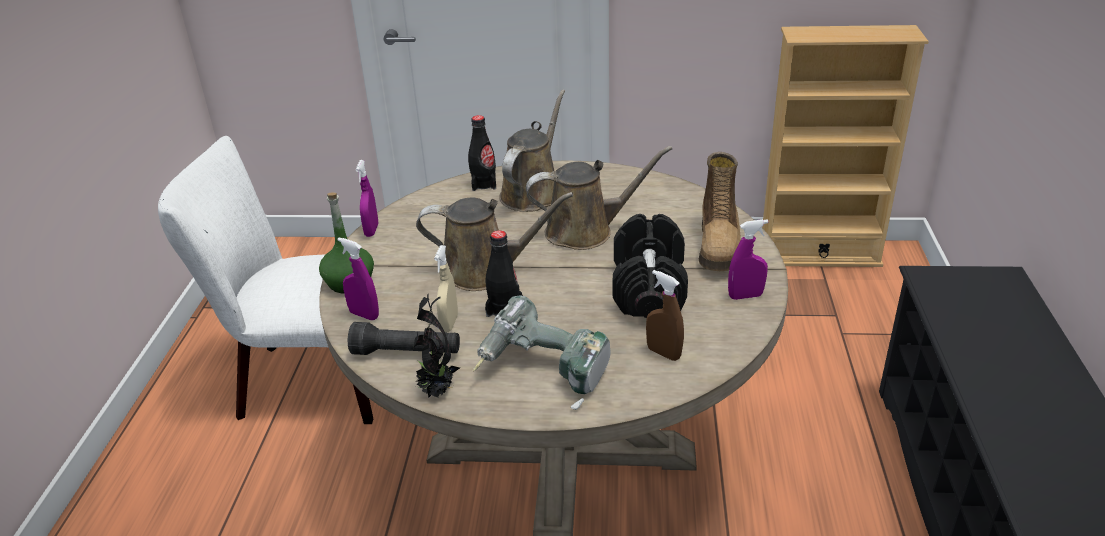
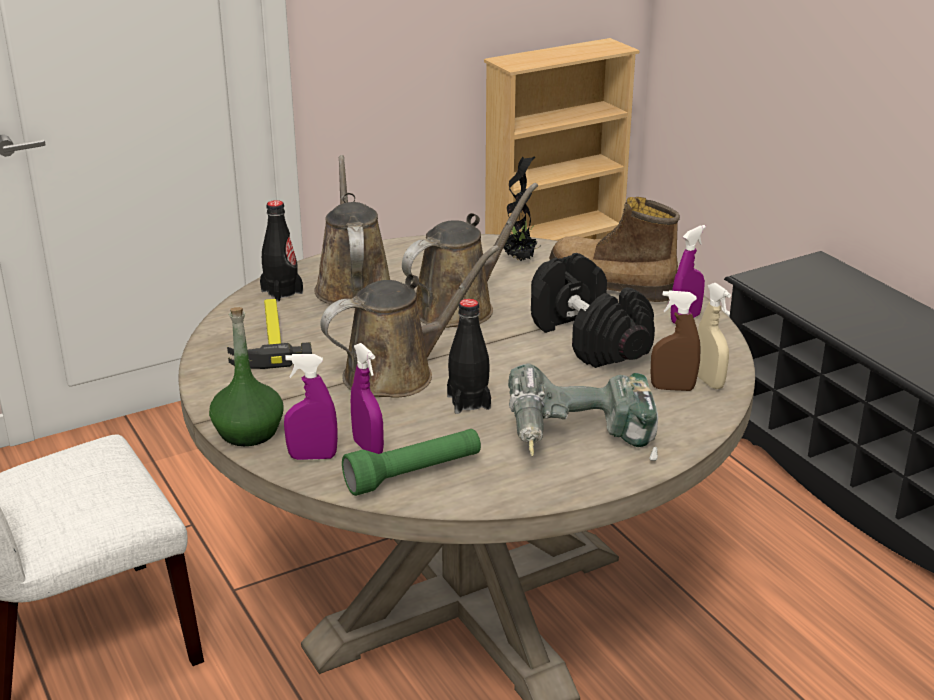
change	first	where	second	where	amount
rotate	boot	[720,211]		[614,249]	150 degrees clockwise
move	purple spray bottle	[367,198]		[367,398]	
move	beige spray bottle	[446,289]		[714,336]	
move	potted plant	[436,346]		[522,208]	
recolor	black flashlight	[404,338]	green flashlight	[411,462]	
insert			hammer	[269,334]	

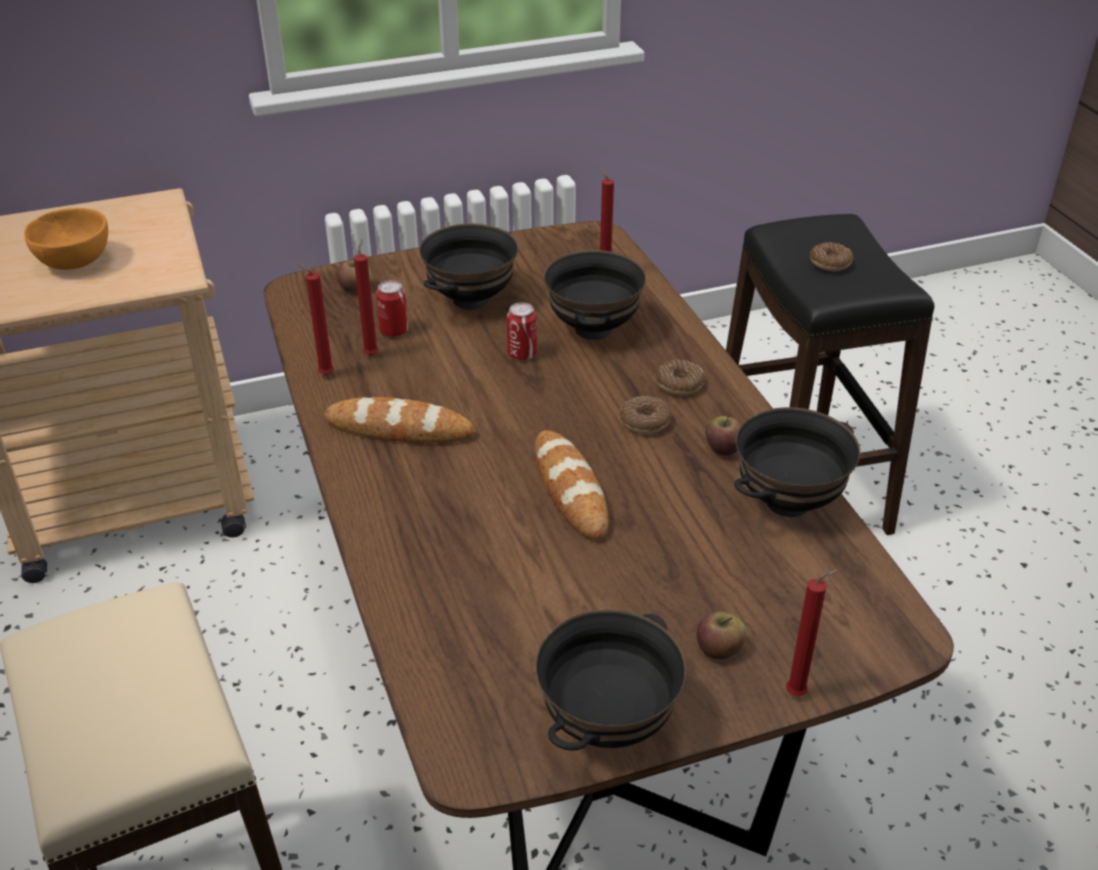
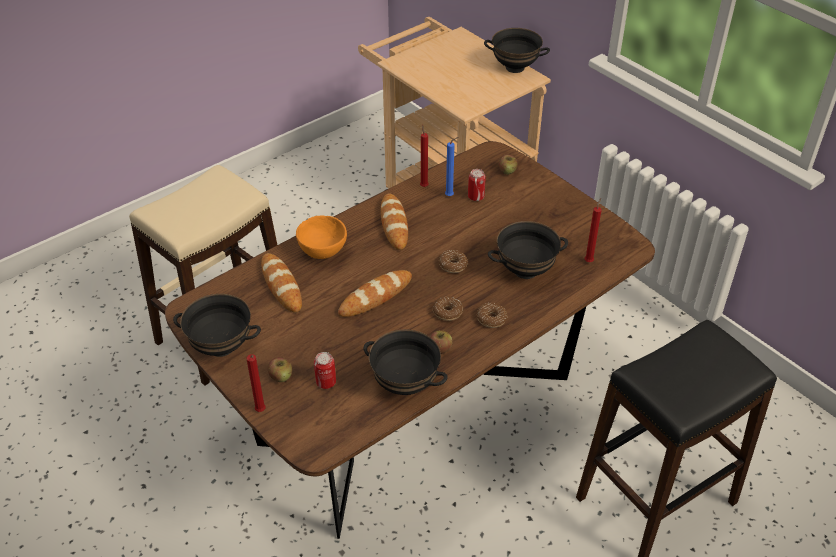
change	first	where	second	where	amount
move	orange bowl	[66,239]		[321,237]	
move	black bowl	[468,266]		[517,50]	
recolor	red candle	[366,297]	blue candle	[451,166]	
move	donut	[831,256]		[453,261]	
move	can	[522,331]		[325,370]	
insert			bread	[281,283]	

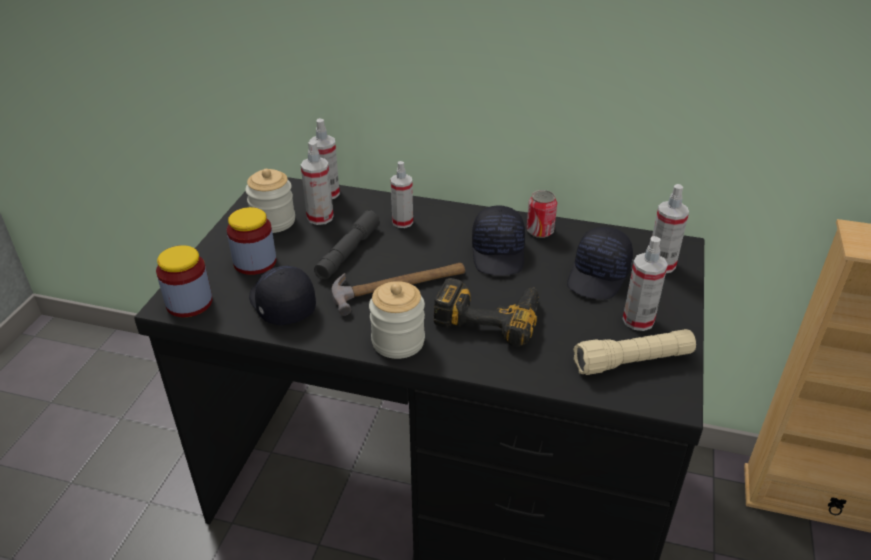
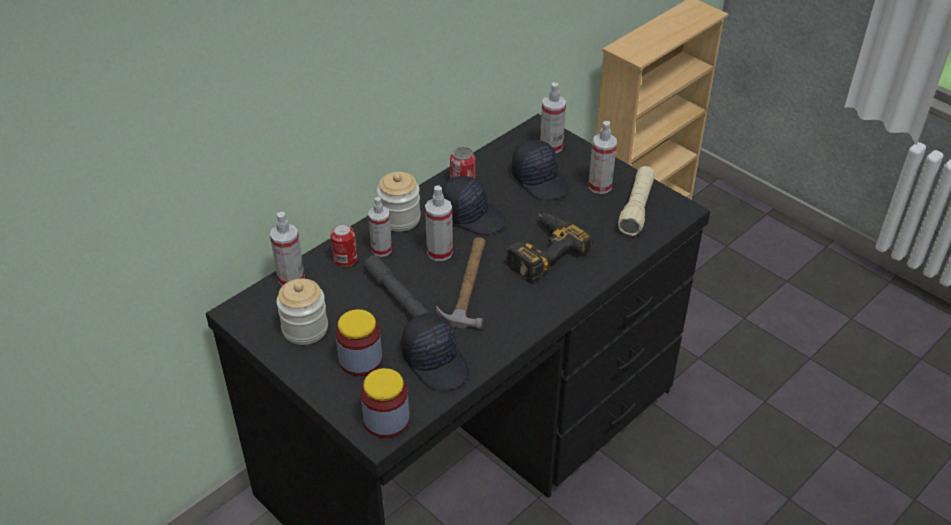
change	first	where	second	where	amount
move	spray bottle	[317,182]		[439,223]	
rotate	black cap	[282,295]		[435,351]	120 degrees counterclockwise
move	jar	[397,320]		[399,202]	
insert			can	[343,245]	

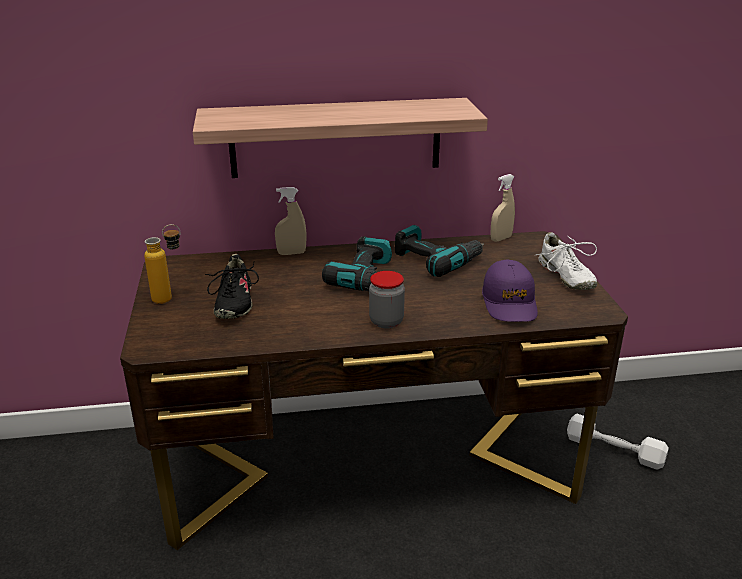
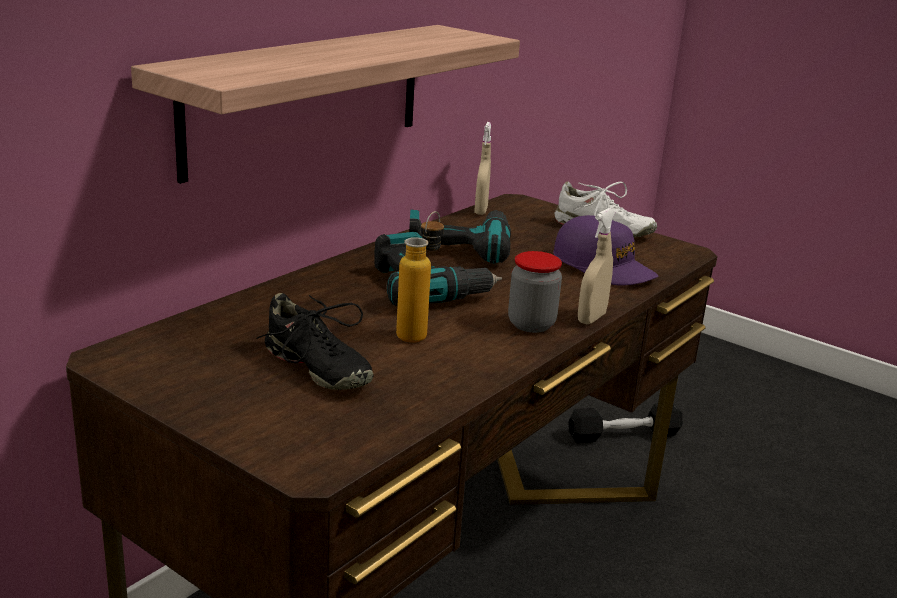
change	first	where	second	where	amount
move	beige spray bottle	[291,221]		[596,266]	
move	bottle	[162,264]		[420,277]	
recolor	white dumbbell	[618,442]	black dumbbell	[625,423]	

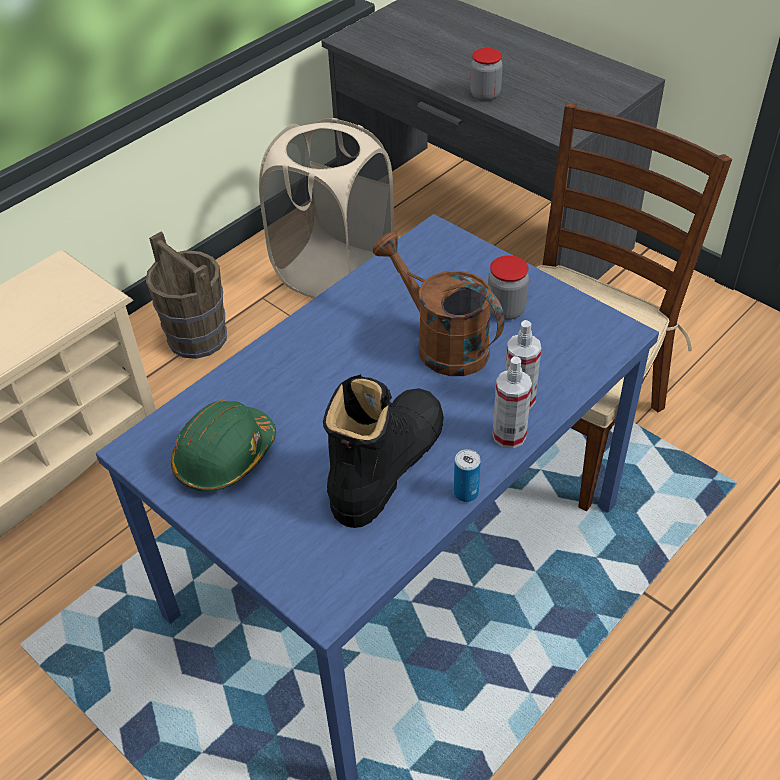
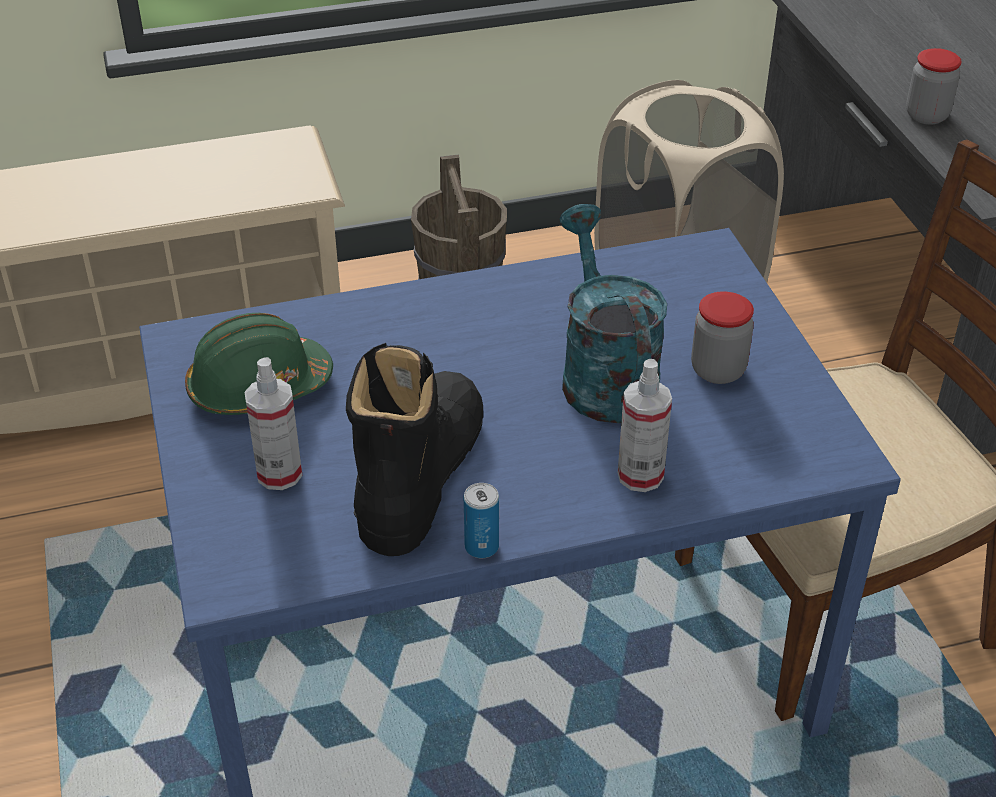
change	first	where	second	where	amount
recolor	brown watering can	[438,304]	turquoise watering can	[613,313]	
move	spray bottle	[512,402]		[273,423]	
rotate	black boot	[383,451]		[414,449]	45 degrees counterclockwise

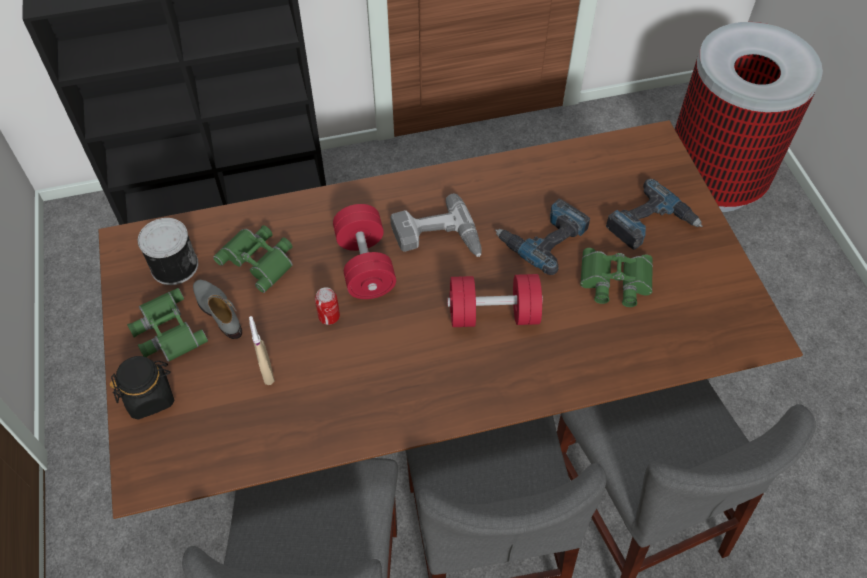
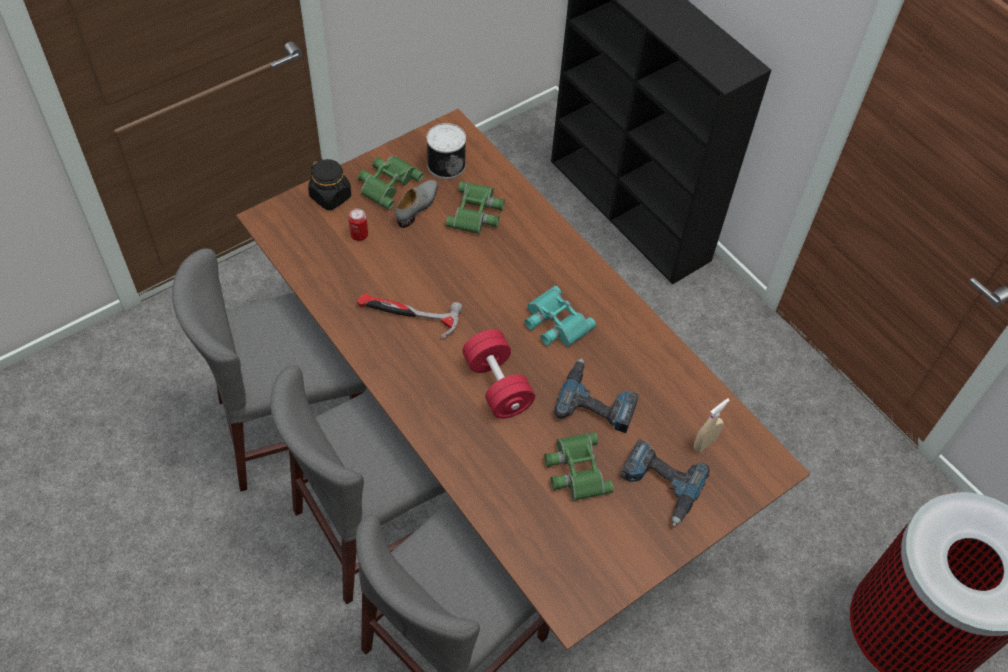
change	first	where	second	where	amount
replace	power drill	[436,225]	turquoise binoculars	[560,316]	
delete	red dumbbell	[364,251]			
move	can	[327,306]		[358,224]	
move	beige spray bottle	[262,350]		[712,425]	
insert			hammer	[410,316]	

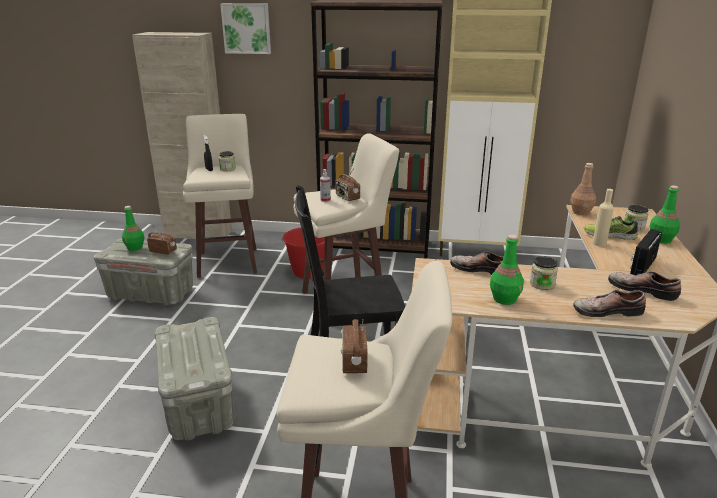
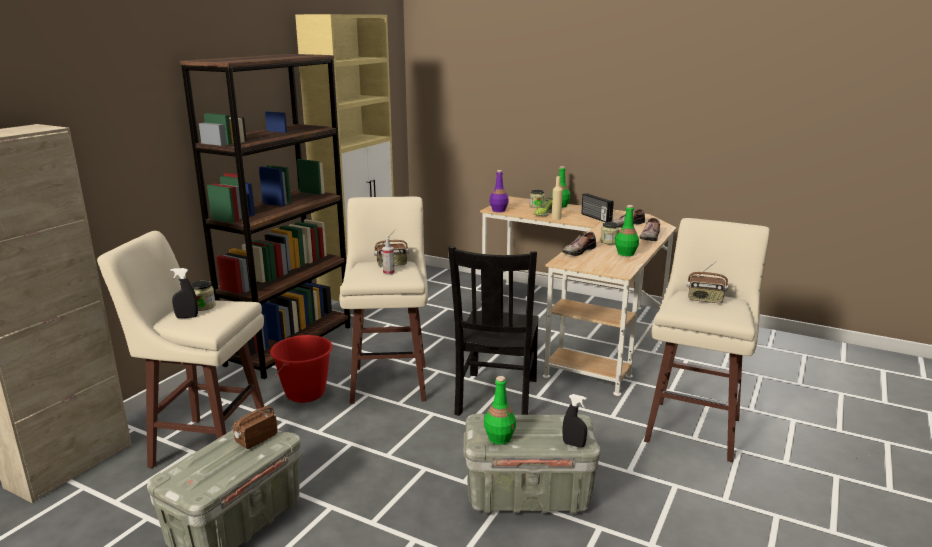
change	first	where	second	where	amount
delete	picture	[245,28]			
recolor	brown bottle	[583,189]	purple bottle	[499,191]	
move	green bottle	[133,228]		[500,410]	
insert			black spray bottle	[575,421]	

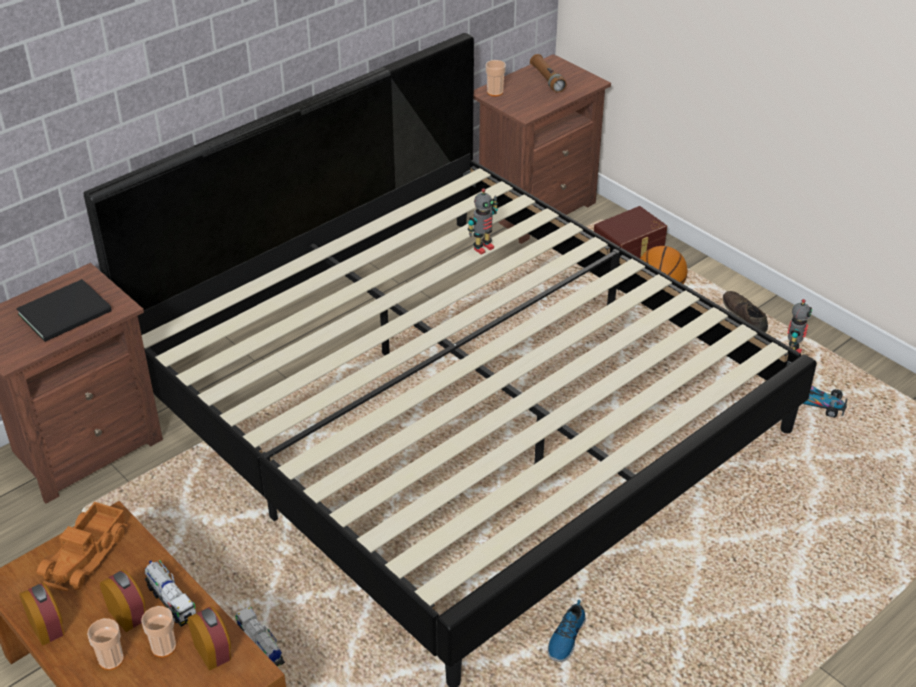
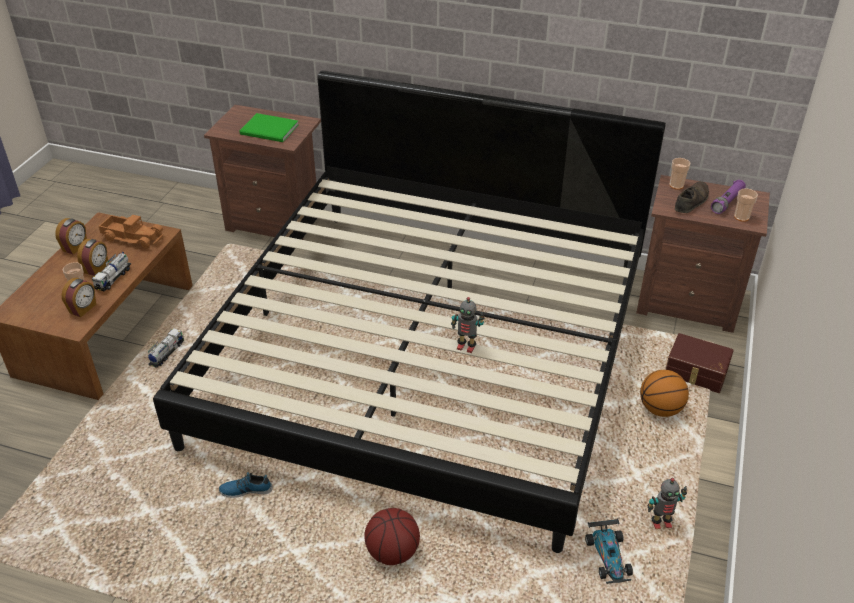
change	first	where	second	where	amount
recolor	brown flashlight	[548,73]	purple flashlight	[728,197]	
move	toy robot	[483,221]		[468,325]	
recolor	black book	[64,310]	green book	[269,127]	
move	brown shoe	[745,311]		[692,197]	
rotate	toy truck	[82,546]		[131,231]	150 degrees counterclockwise
move	cup	[105,644]		[746,205]	
insert			basketball	[392,536]	

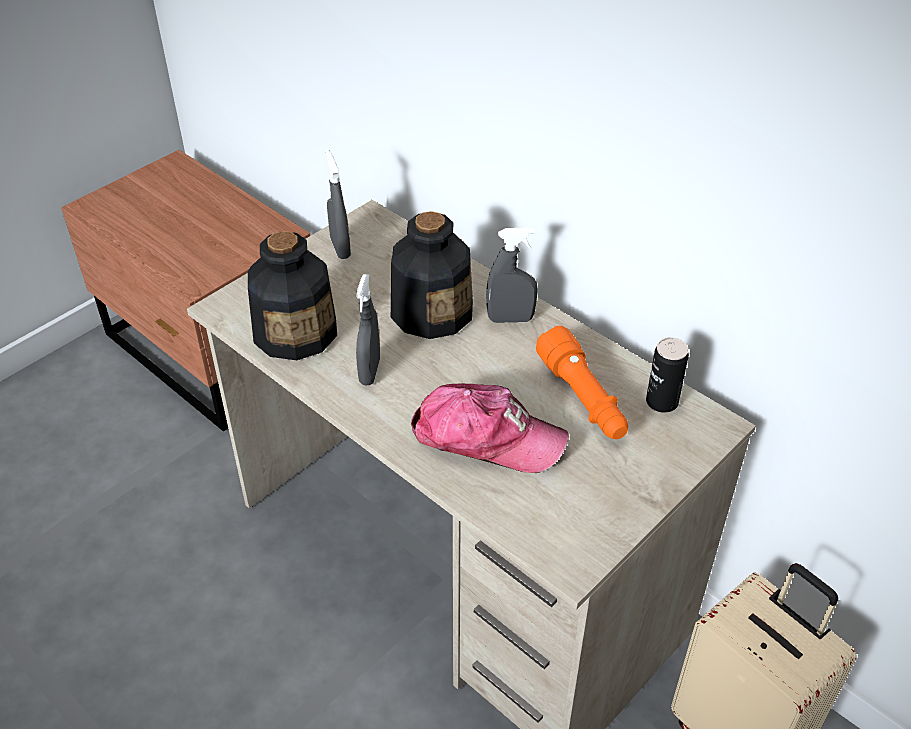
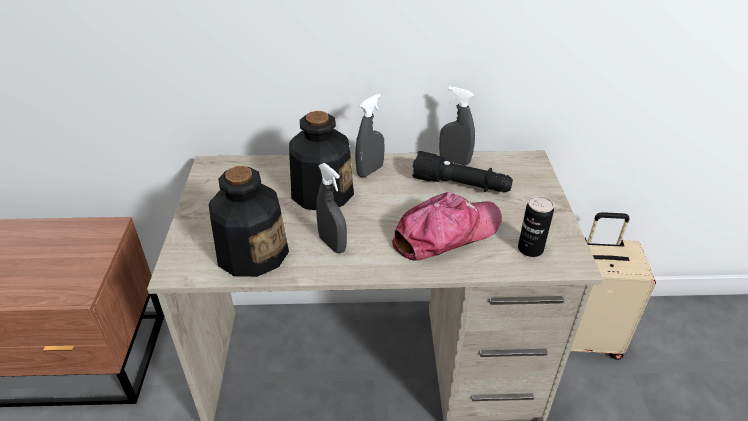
change	first	where	second	where	amount
move	grey spray bottle	[338,204]		[457,126]	
recolor	orange flashlight	[582,382]	black flashlight	[462,172]	
move	can	[667,375]		[536,226]	

